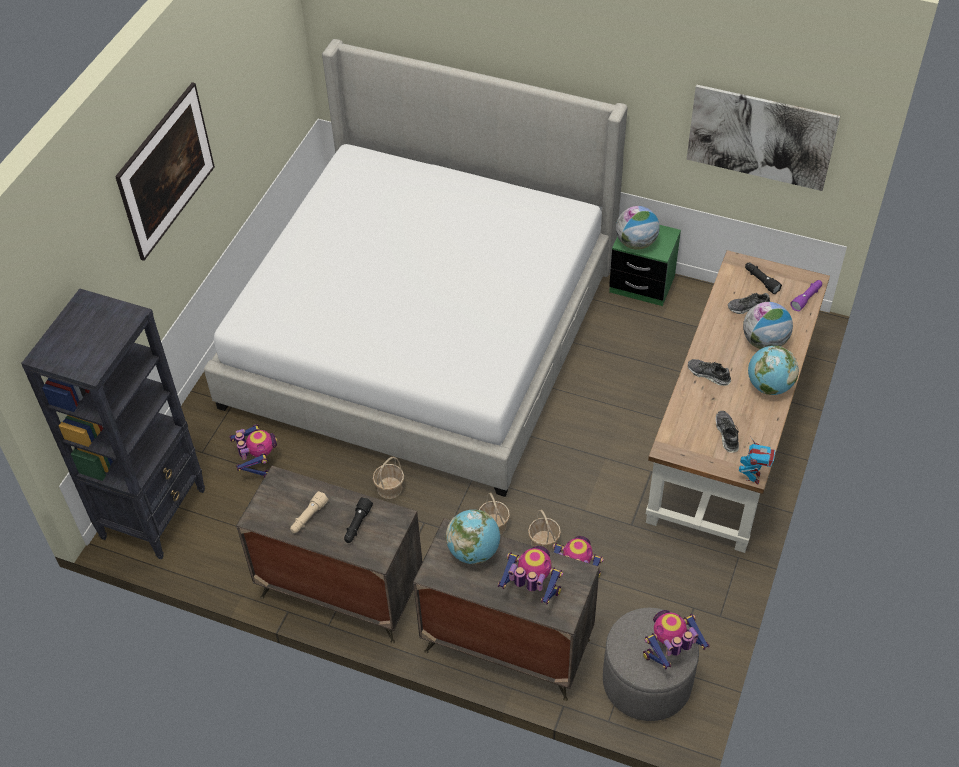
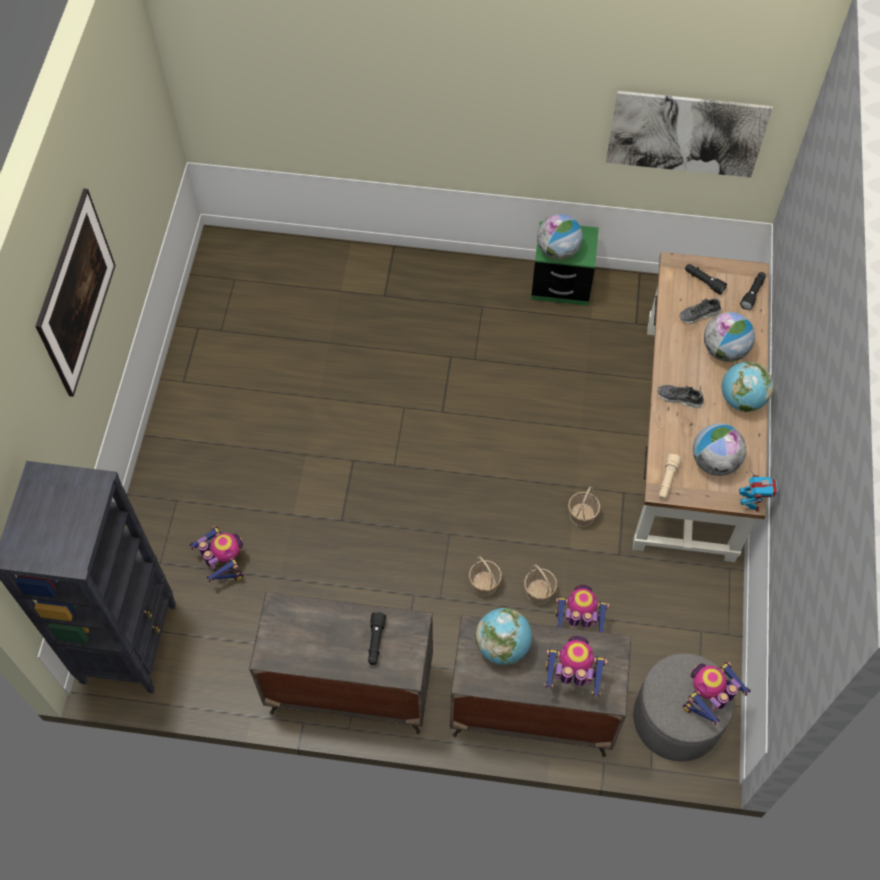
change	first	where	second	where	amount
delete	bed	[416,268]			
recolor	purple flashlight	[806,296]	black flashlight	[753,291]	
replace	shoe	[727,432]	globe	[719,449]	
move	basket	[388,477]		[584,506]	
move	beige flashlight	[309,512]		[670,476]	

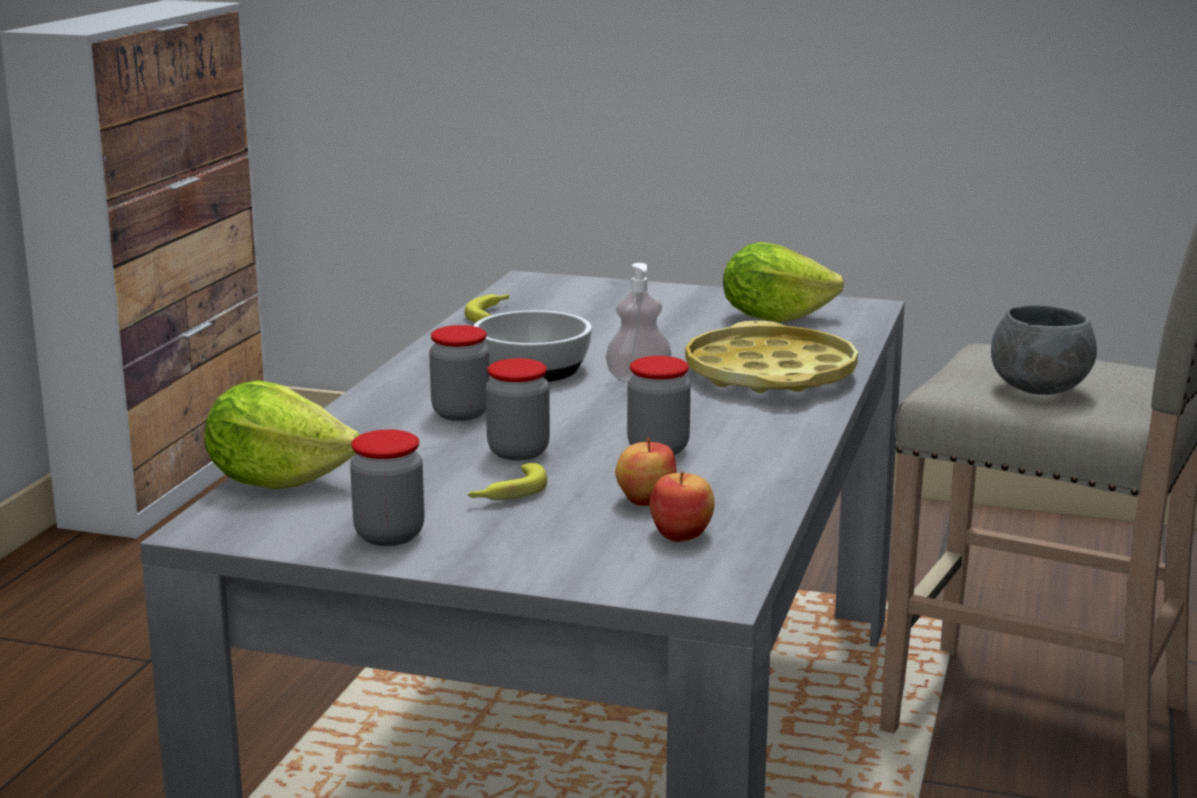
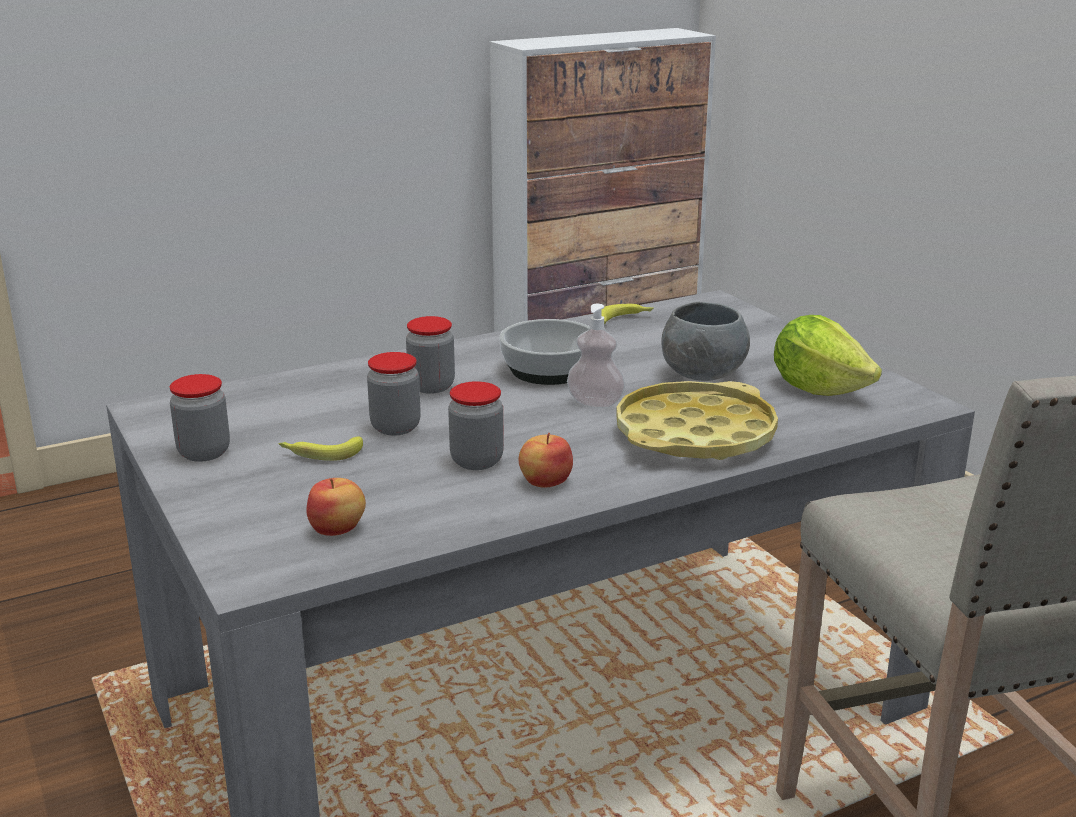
change	first	where	second	where	amount
move	grey bowl	[1044,350]		[705,341]	
delete	lettuce	[282,434]			
move	apple	[646,472]		[546,460]	

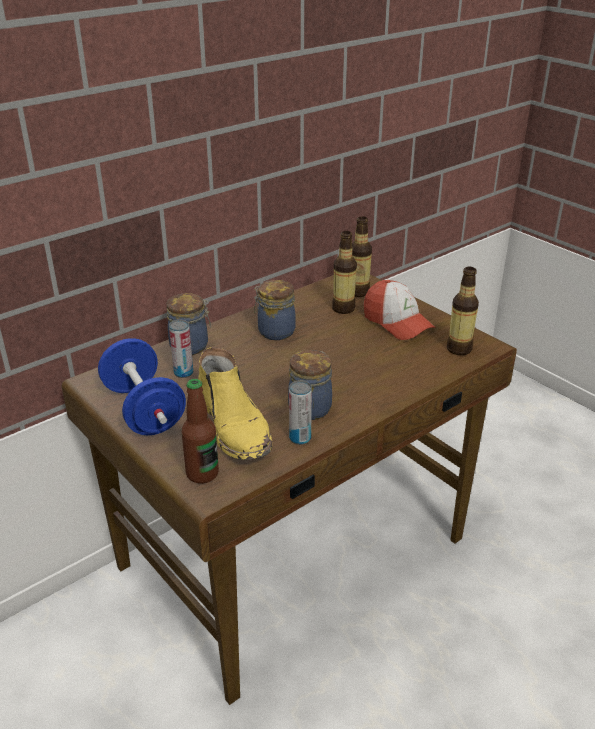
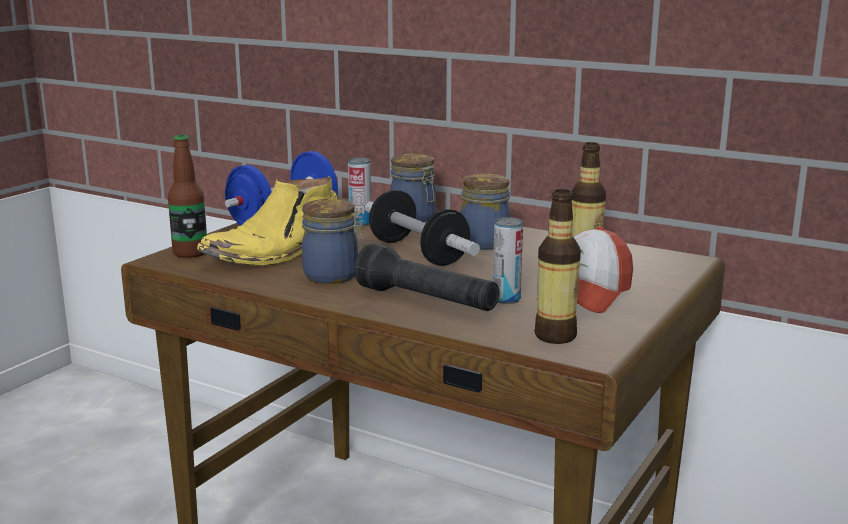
change	first	where	second	where	amount
delete	bottle	[362,256]			
move	can	[300,412]		[508,260]	
insert			dumbbell	[422,228]	
insert			black flashlight	[427,277]	

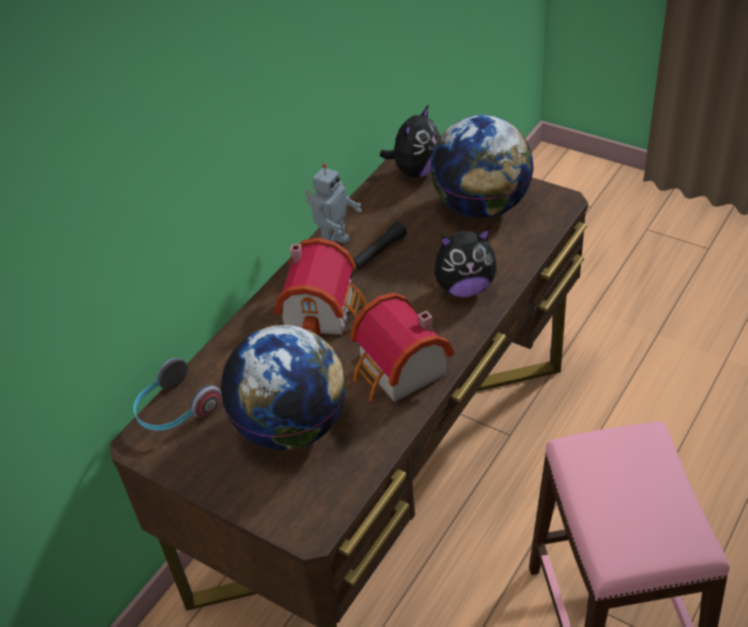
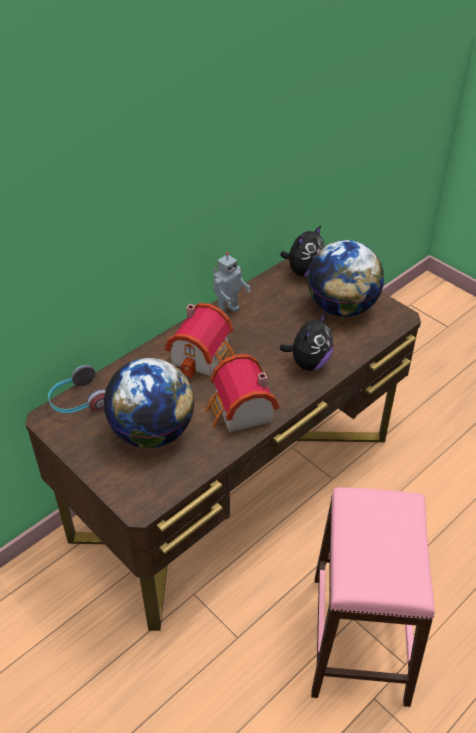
change	first	where	second	where	amount
delete	black flashlight	[380,246]			
rotate	plush toy	[466,262]		[306,341]	60 degrees counterclockwise

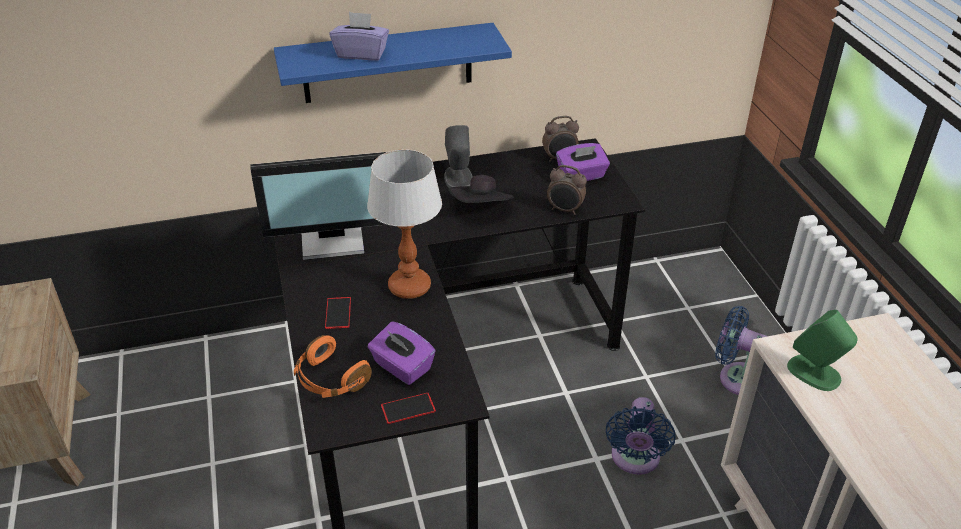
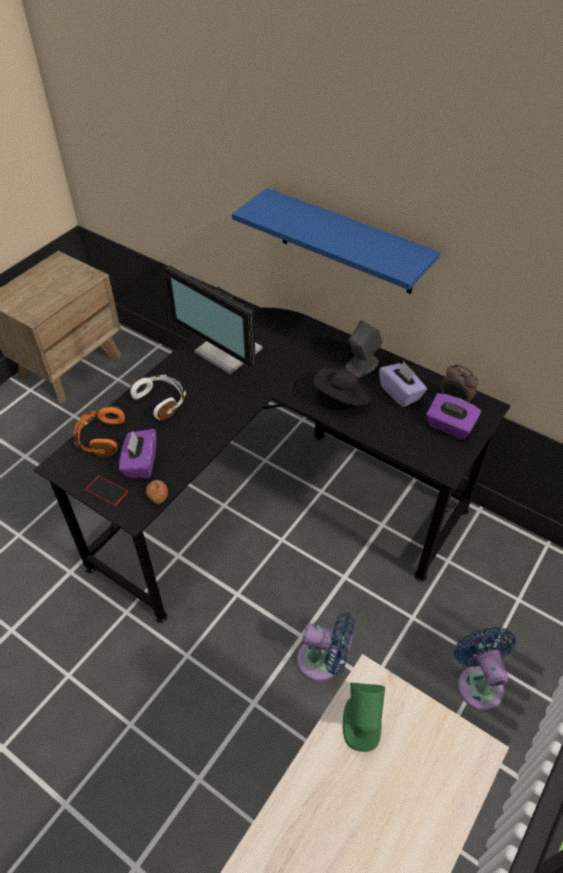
change	first	where	second	where	amount
move	purple tissue box	[359,36]		[403,384]	
delete	table lamp	[404,224]			
delete	alarm clock	[567,190]			
replace	phone	[338,313]	white headphones	[158,397]	
rotate	blue fan	[641,436]		[326,646]	135 degrees counterclockwise
insert			apple	[157,492]	

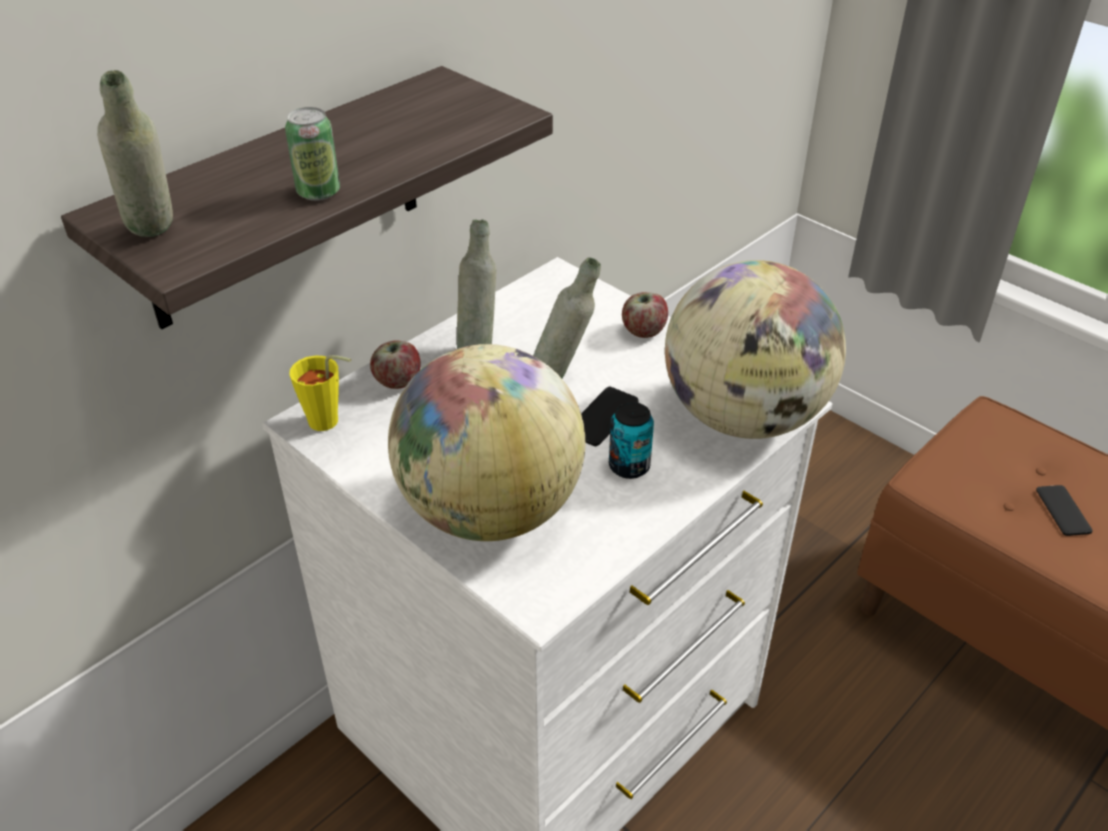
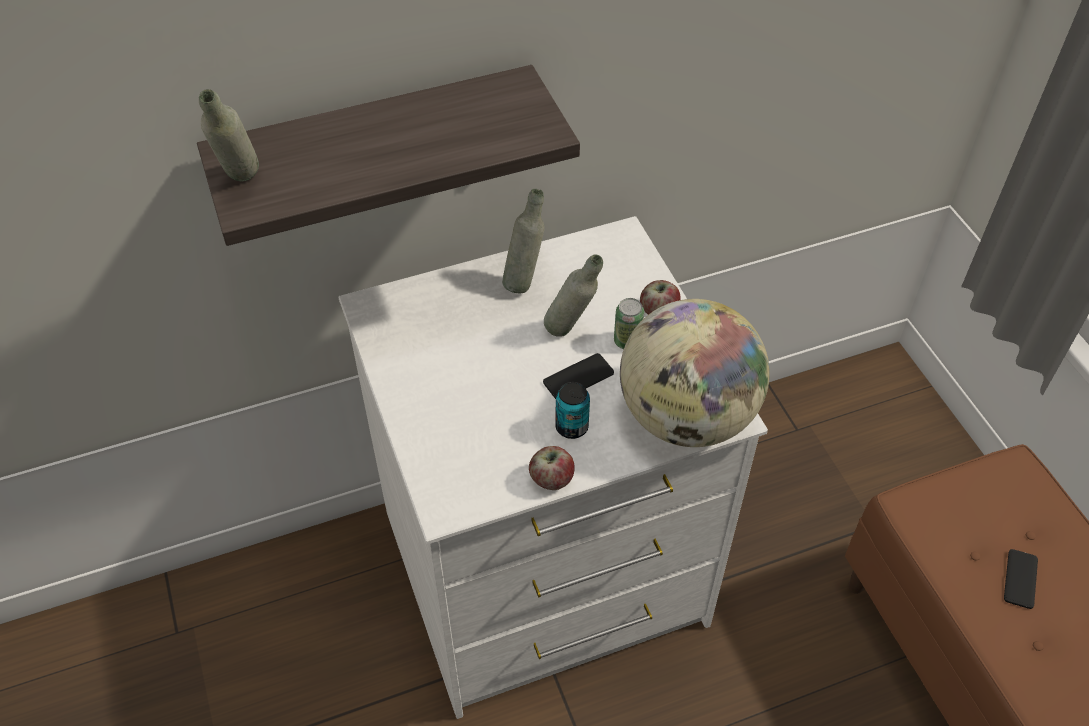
change	first	where	second	where	amount
move	can	[312,154]		[629,323]	
move	apple	[395,365]		[552,468]	
delete	globe	[486,442]			
delete	yellow cup	[320,393]			

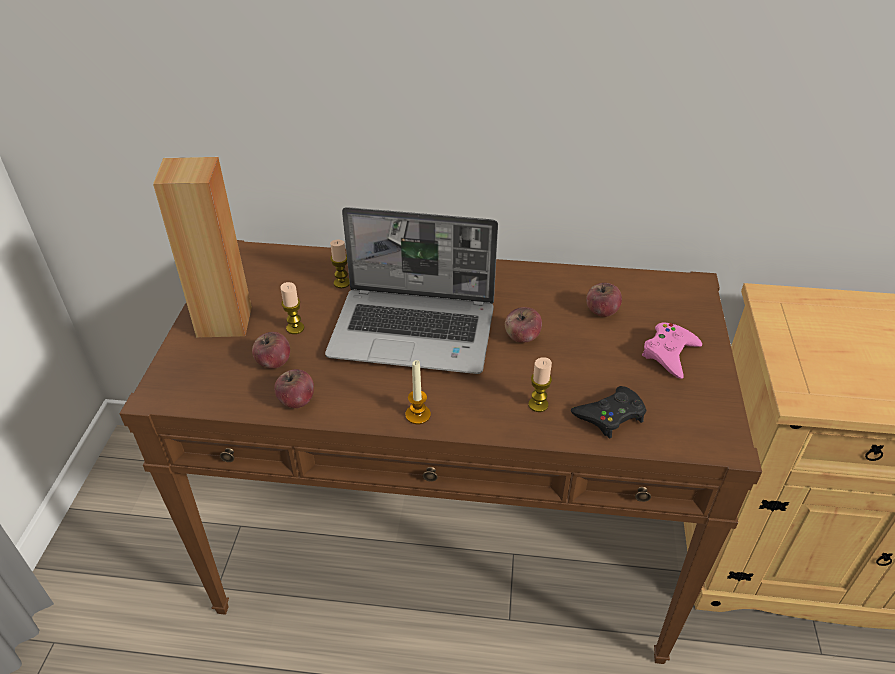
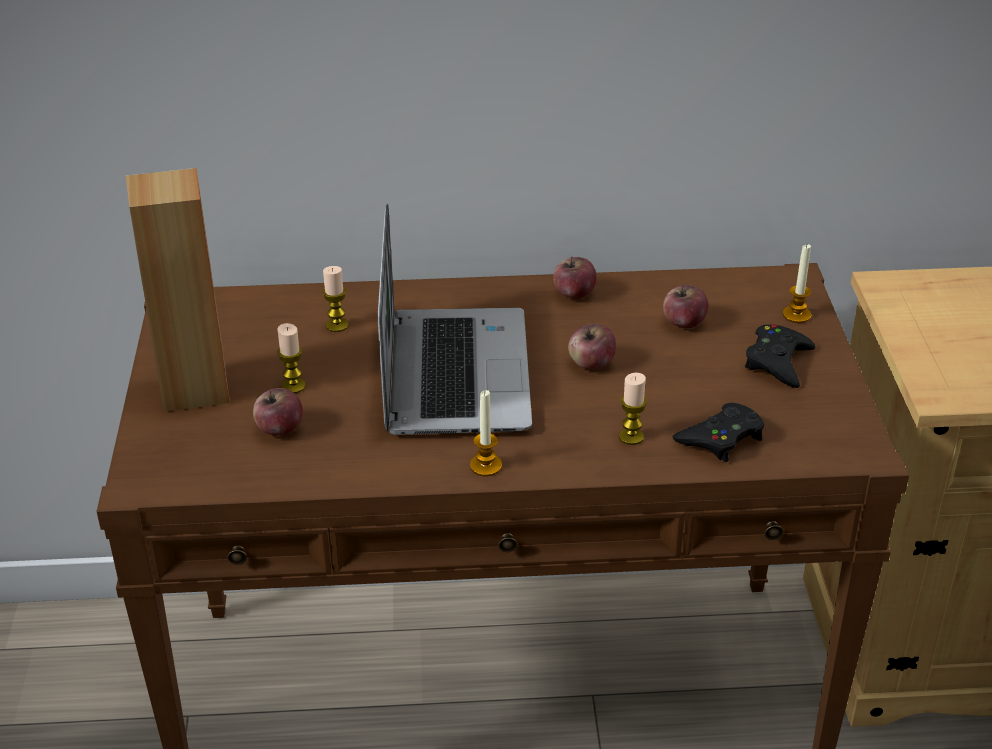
change	first	where	second	where	amount
rotate	laptop	[411,290]		[455,319]	90 degrees counterclockwise
recolor	pink game controller	[672,350]	black game controller	[780,356]	
move	apple	[294,388]		[575,277]	
insert			candle	[797,283]	

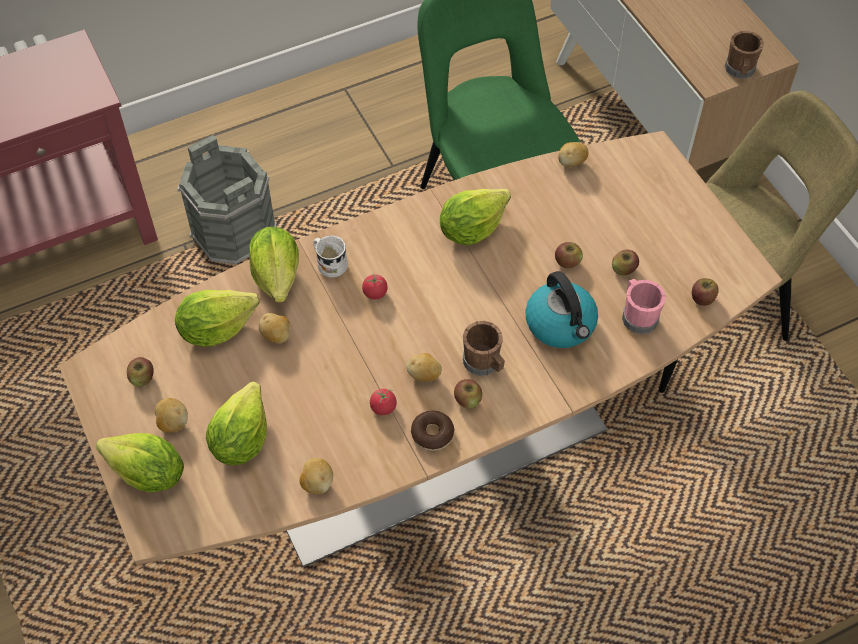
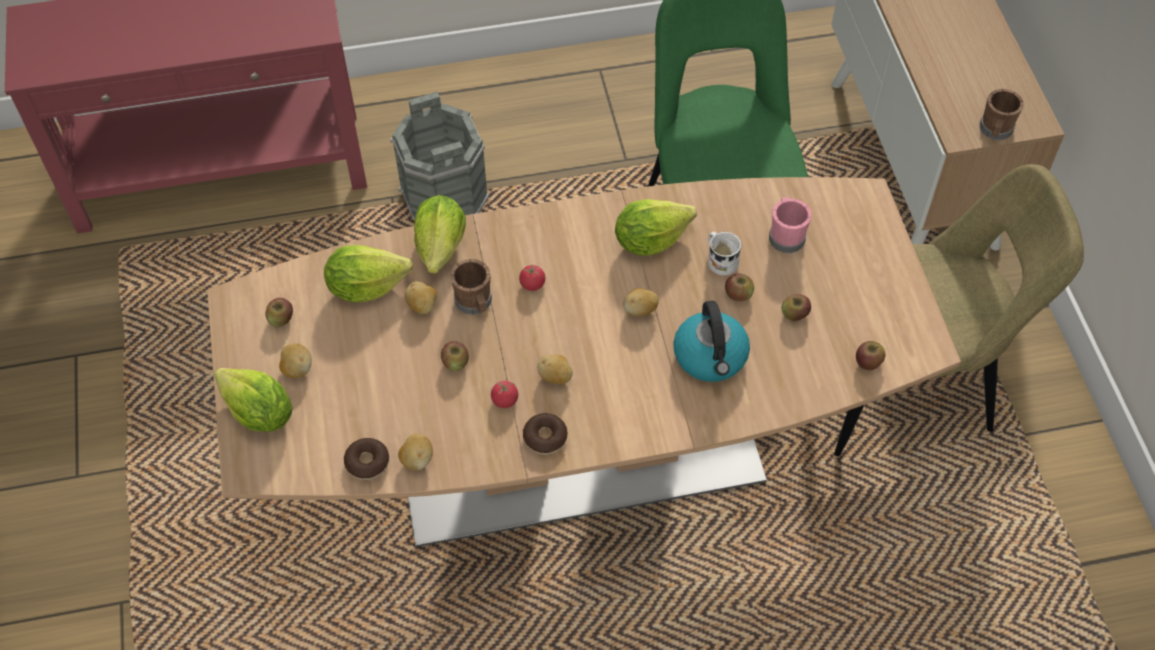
change	first	where	second	where	amount
move	potato	[573,154]		[641,302]	
move	white mug	[330,256]		[724,254]	
move	pink mug	[644,306]		[790,225]	
move	brown mug	[484,348]		[471,287]	
move	apple	[468,394]		[455,356]	
delete	lettuce	[236,423]			
insert			donut	[366,459]	

